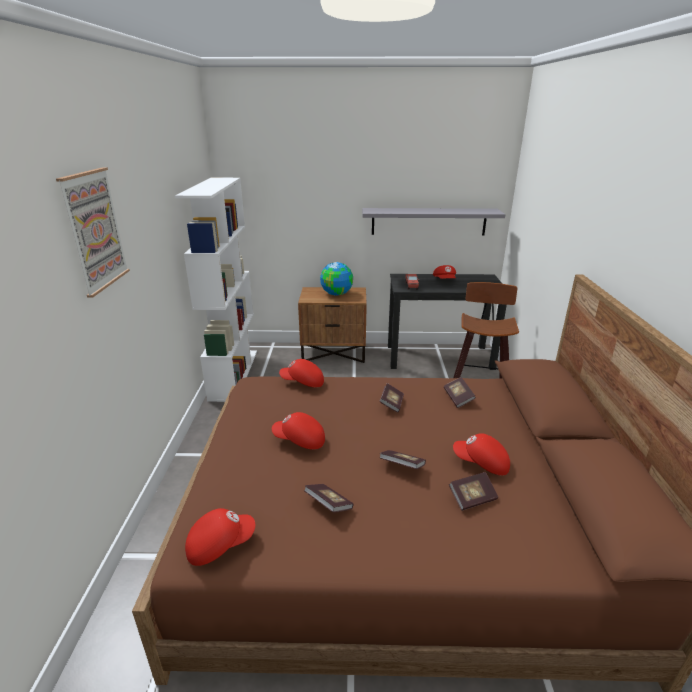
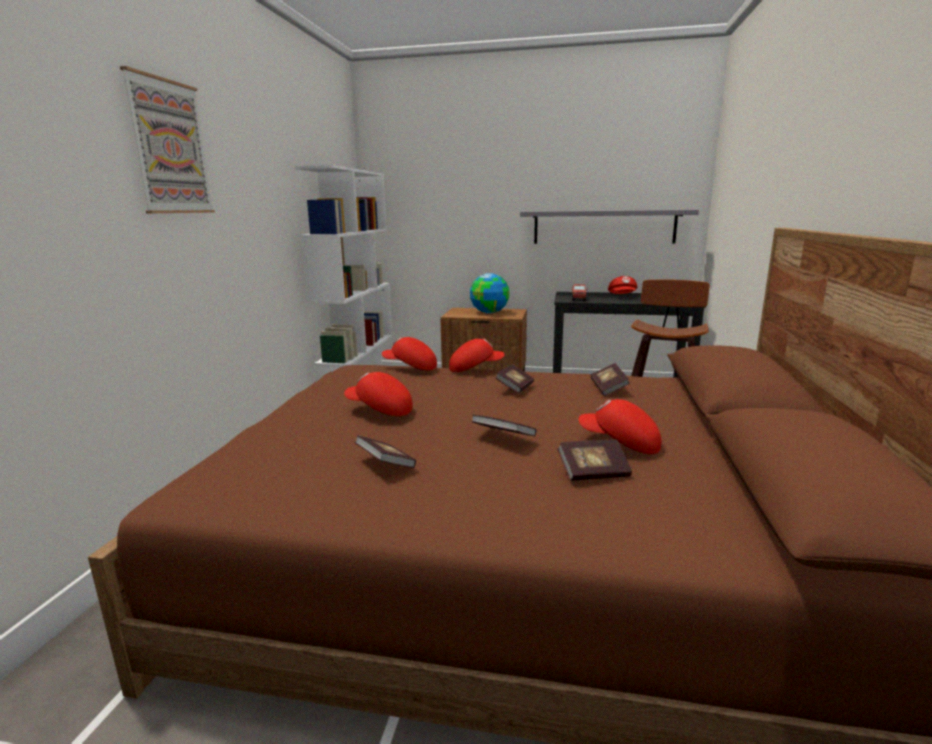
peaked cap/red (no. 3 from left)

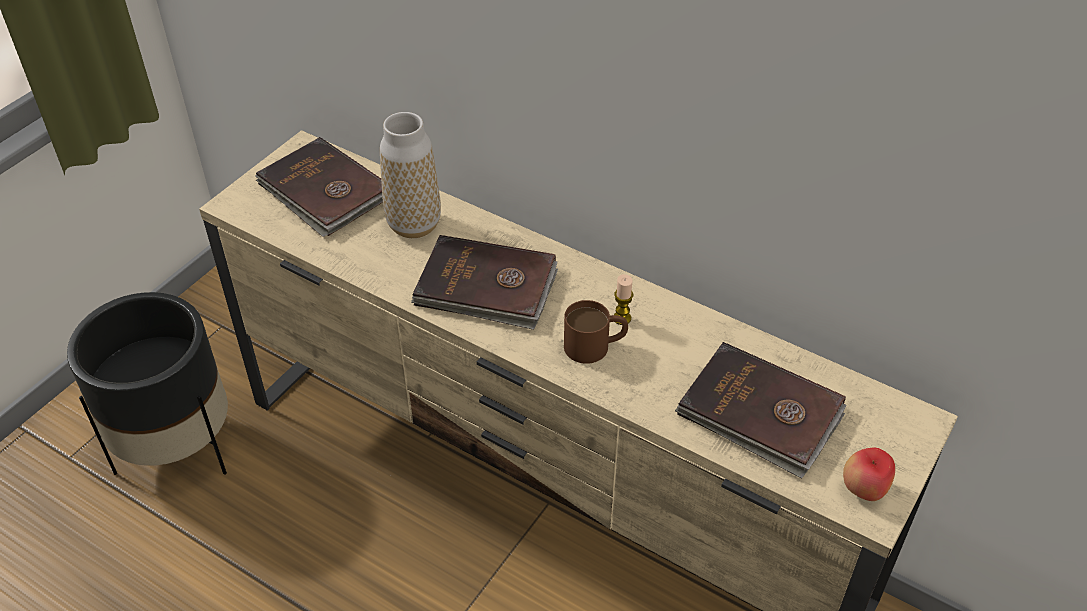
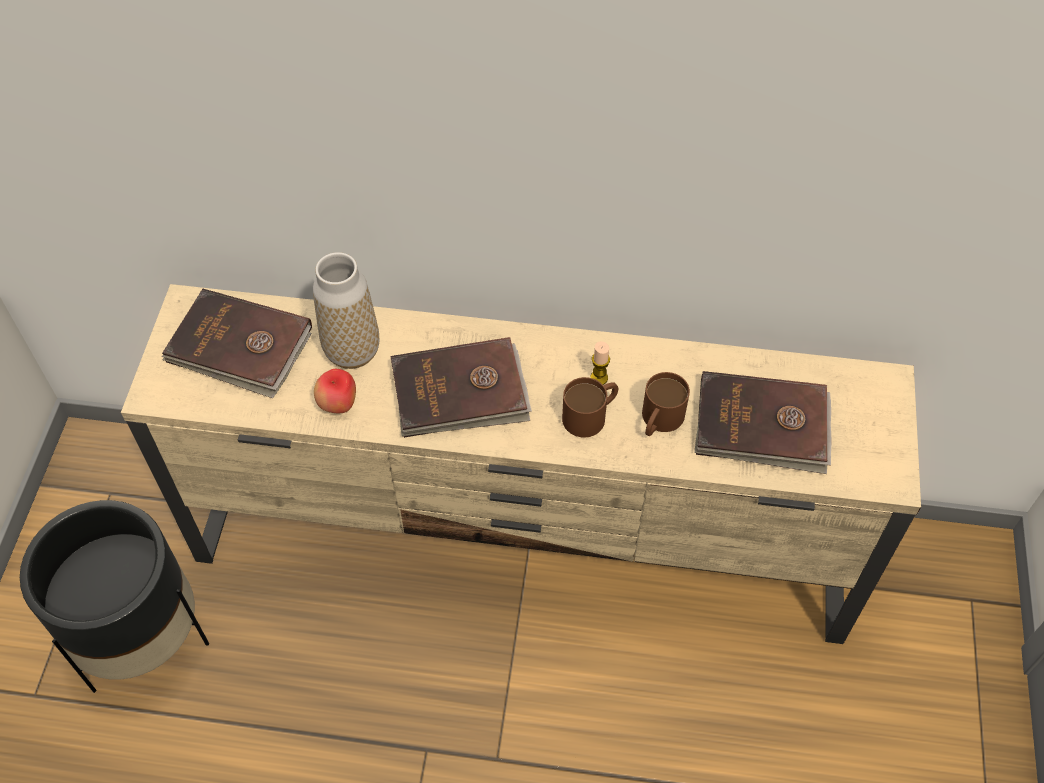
apple fruit
tea mug/brownish (no. 2 from left)

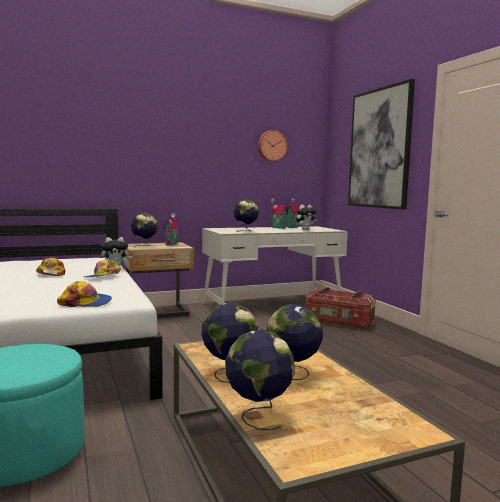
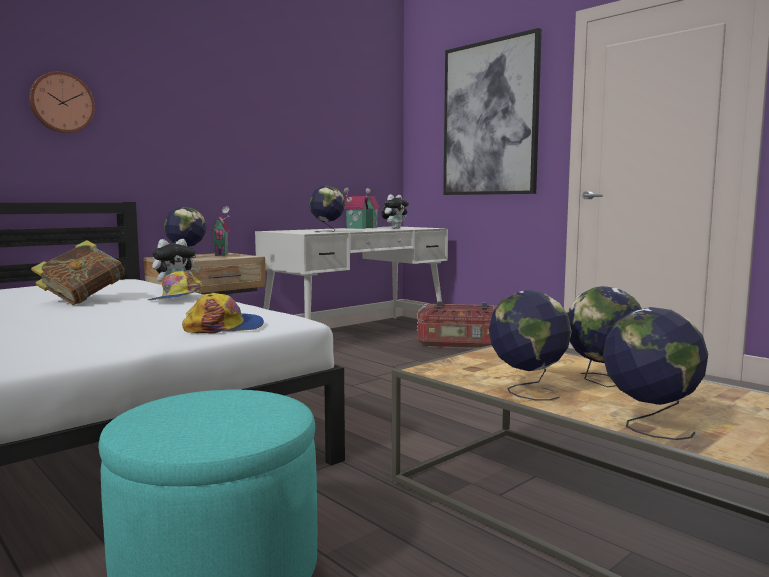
hanging clock
book

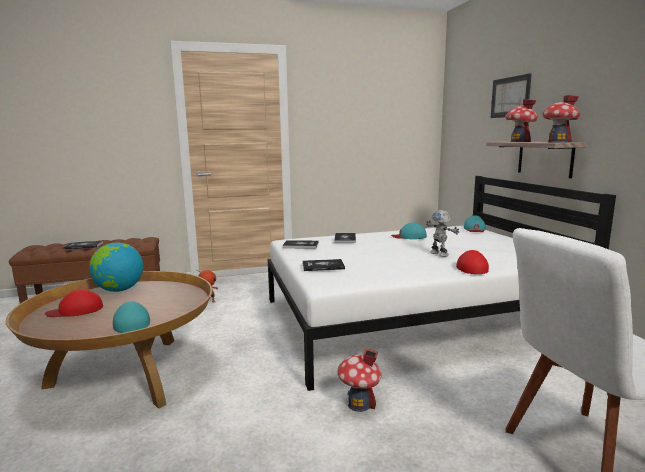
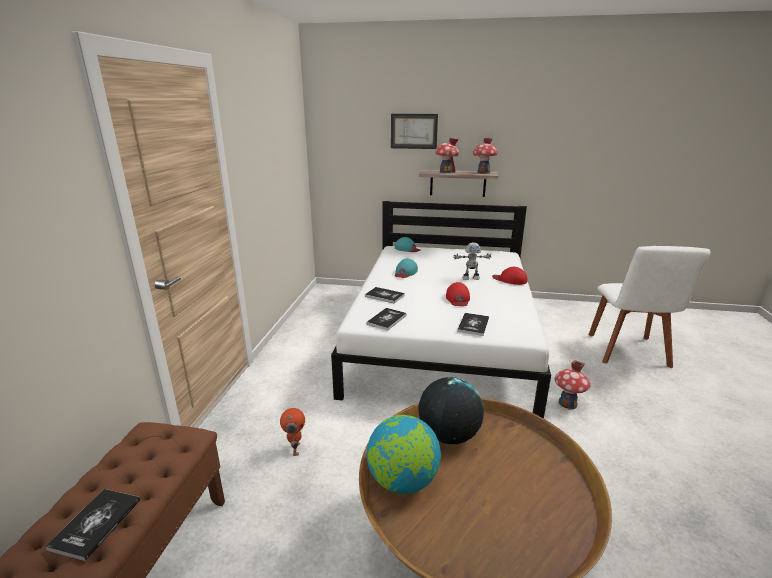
peaked cap/red (no. 1 from left)
peaked cap/turquoise (no. 1 from left in the first image)
globe (no. 2 from left)

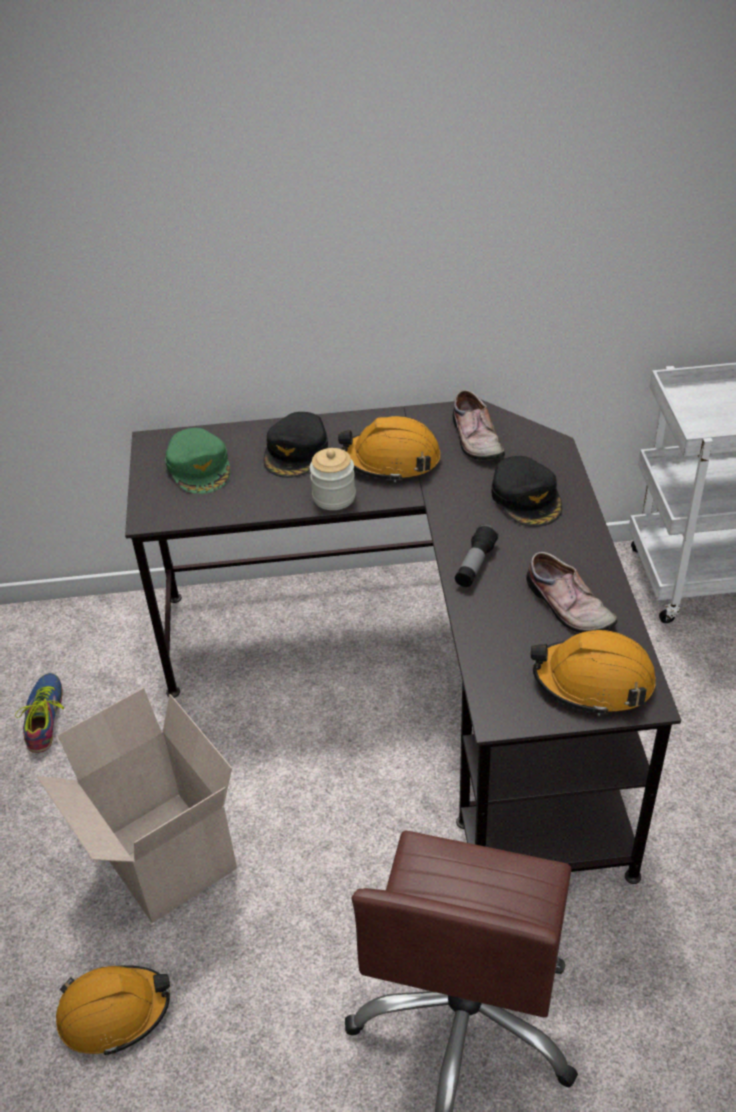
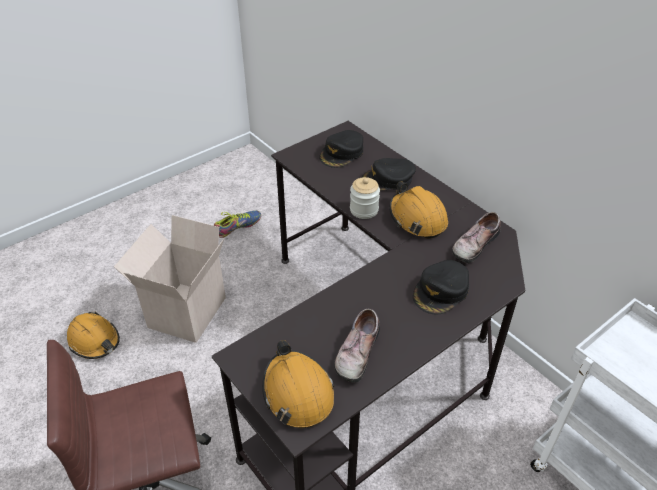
peaked cap/black (no. 1 from left)
flashlight

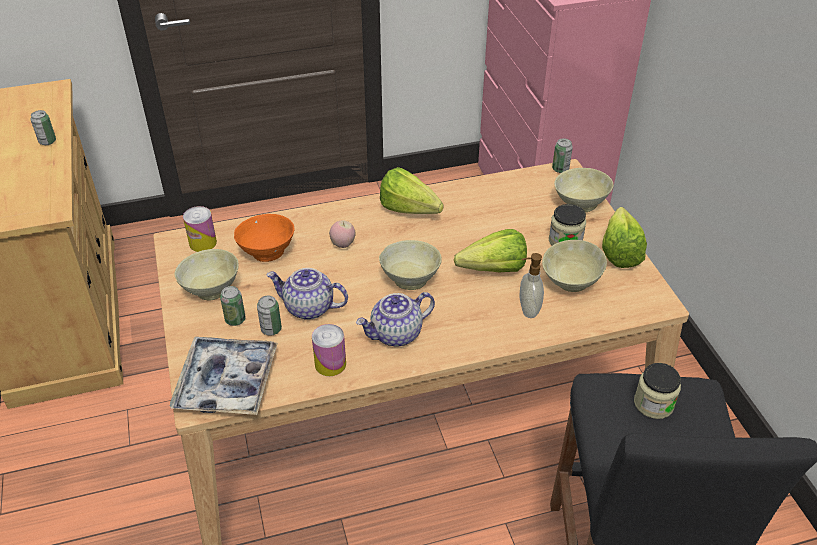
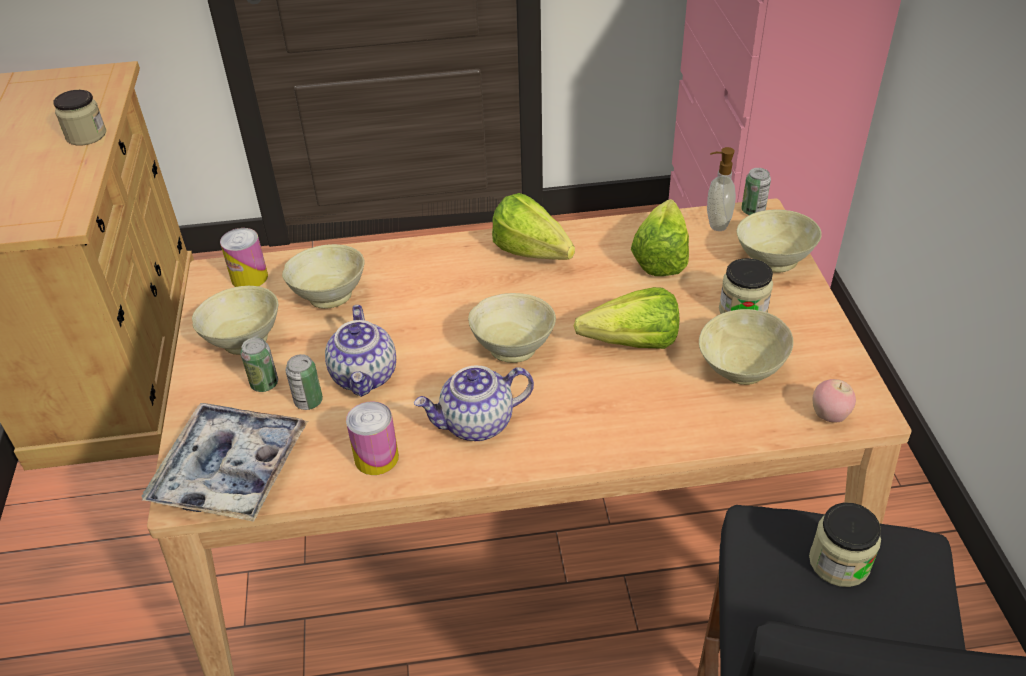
jar (no. 1 from left)
head of lettuce (no. 3 from left)
serving bowl/sand-coloured (no. 2 from left)
apple fruit
soap bottle
teapot (no. 1 from left)

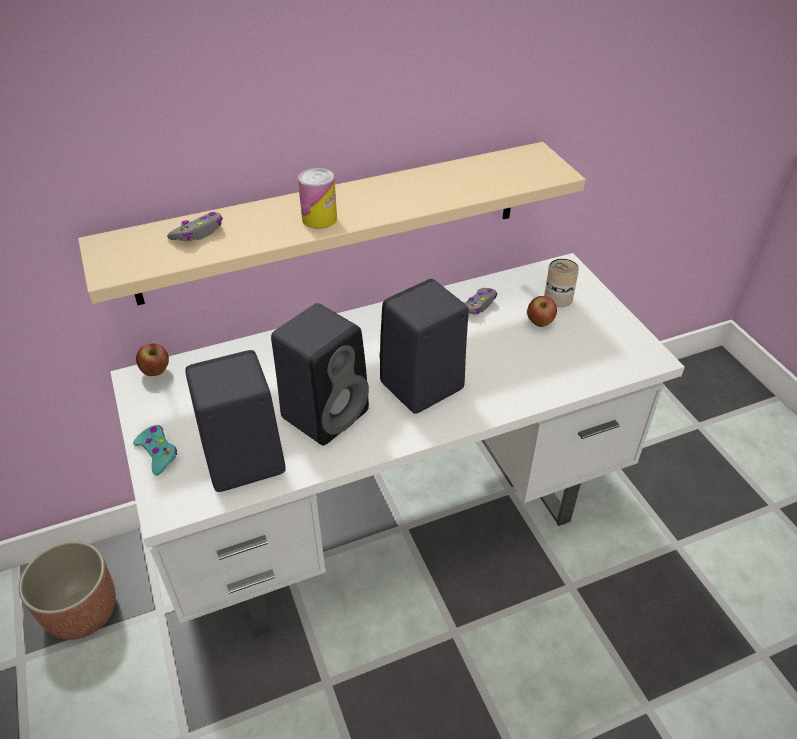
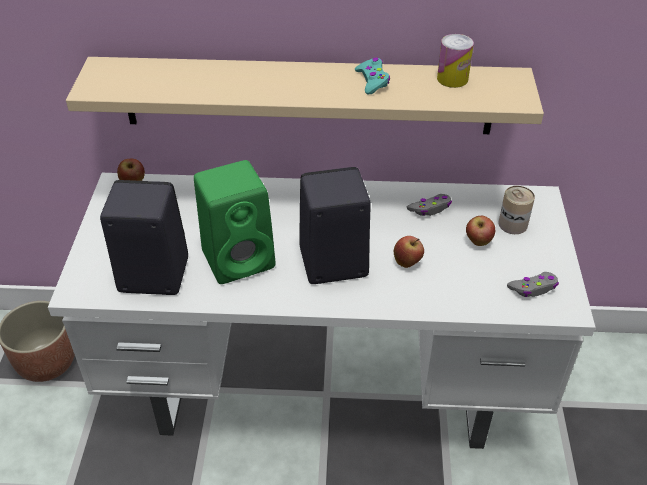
metal can (no. 1 from left)
game controller/grey (no. 2 from left)
audio speaker/greenish
game controller/turquoise
apple fruit (no. 2 from left)

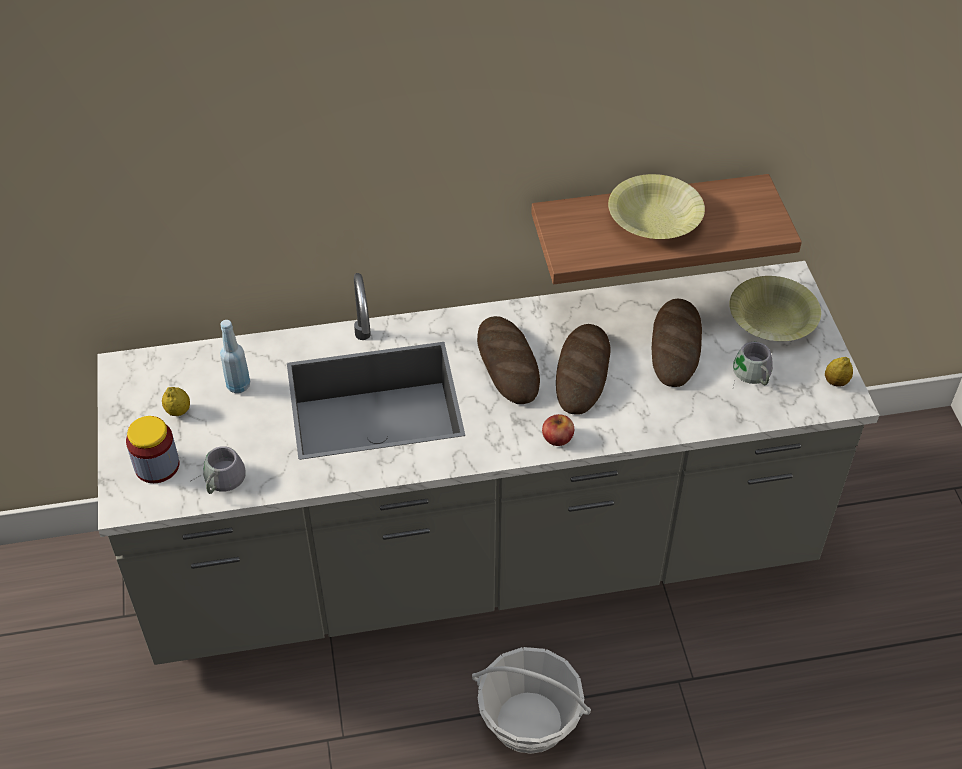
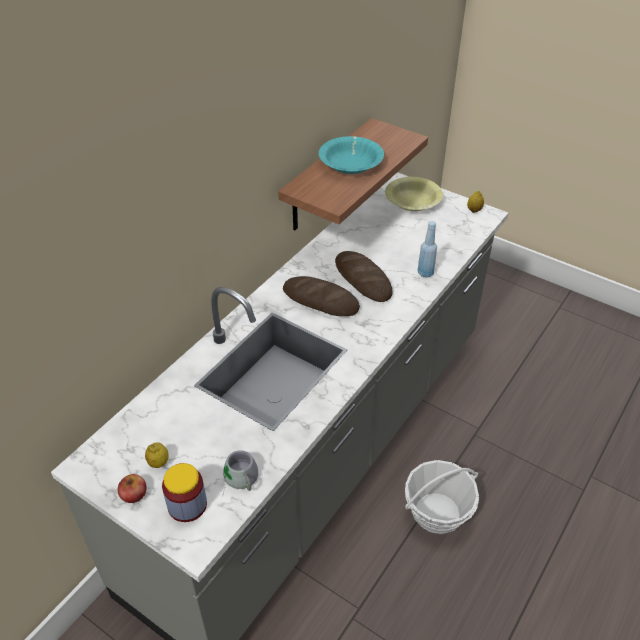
serving bowl/turquoise
baked bread (no. 3 from left in the first image)
bottle/blue
tea mug/grey (no. 2 from left in the first image)
apple fruit

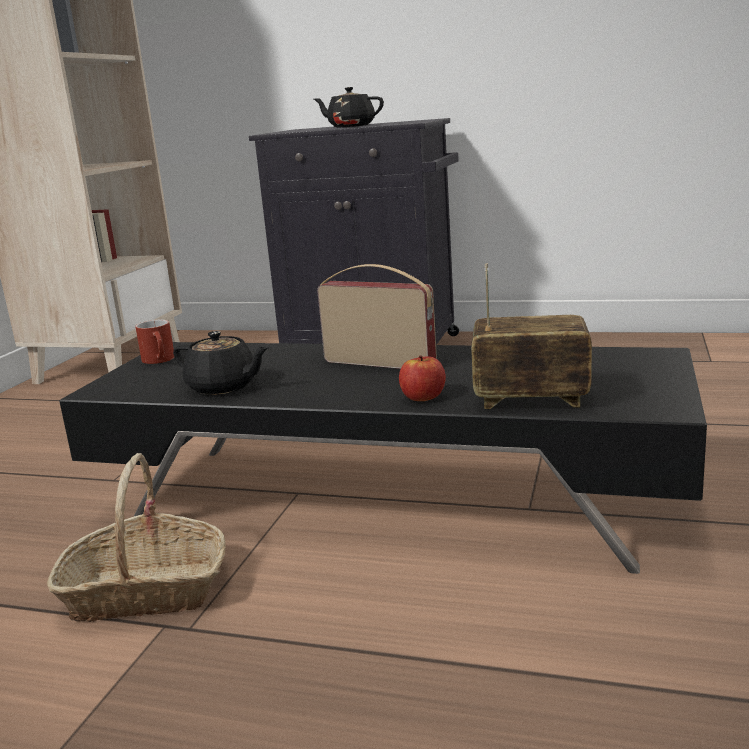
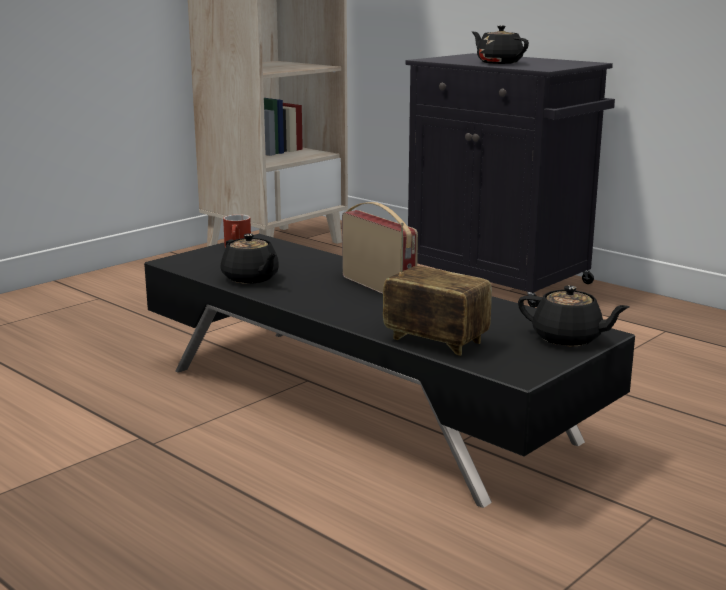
apple fruit
storage basket
teapot/black (no. 3 from left)

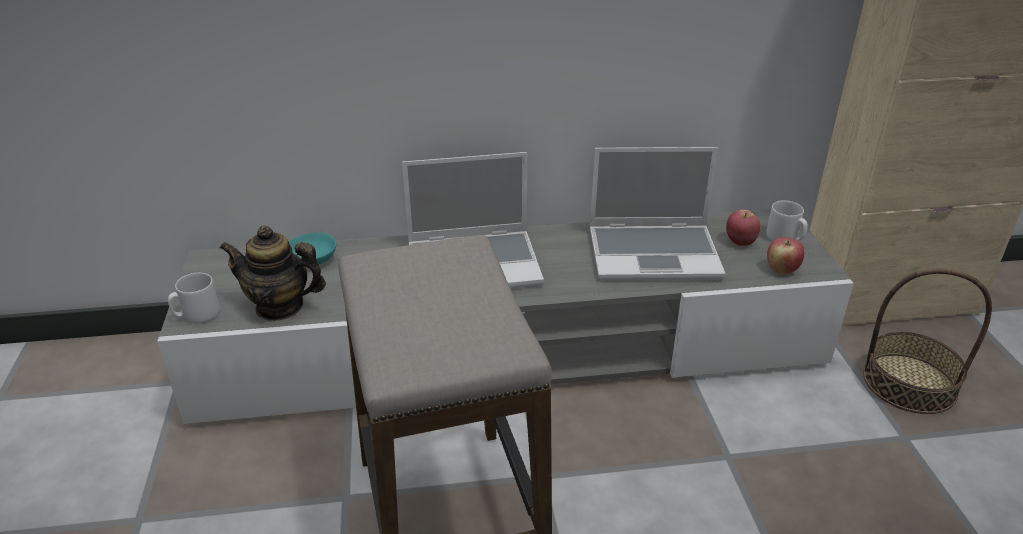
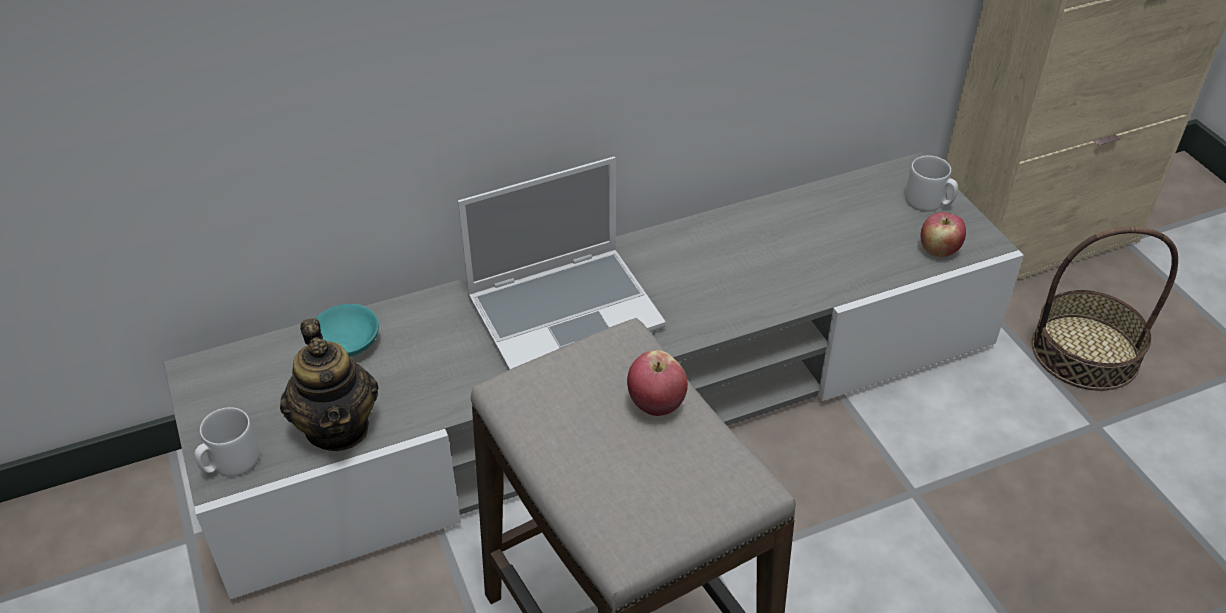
portable computer (no. 2 from left in the first image)
apple fruit (no. 1 from left)
teapot

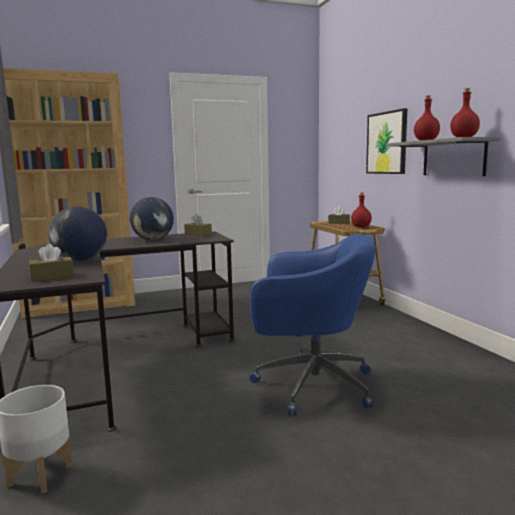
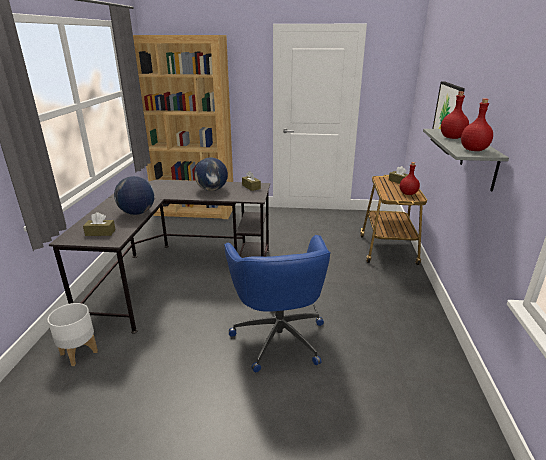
computer chair/blue

